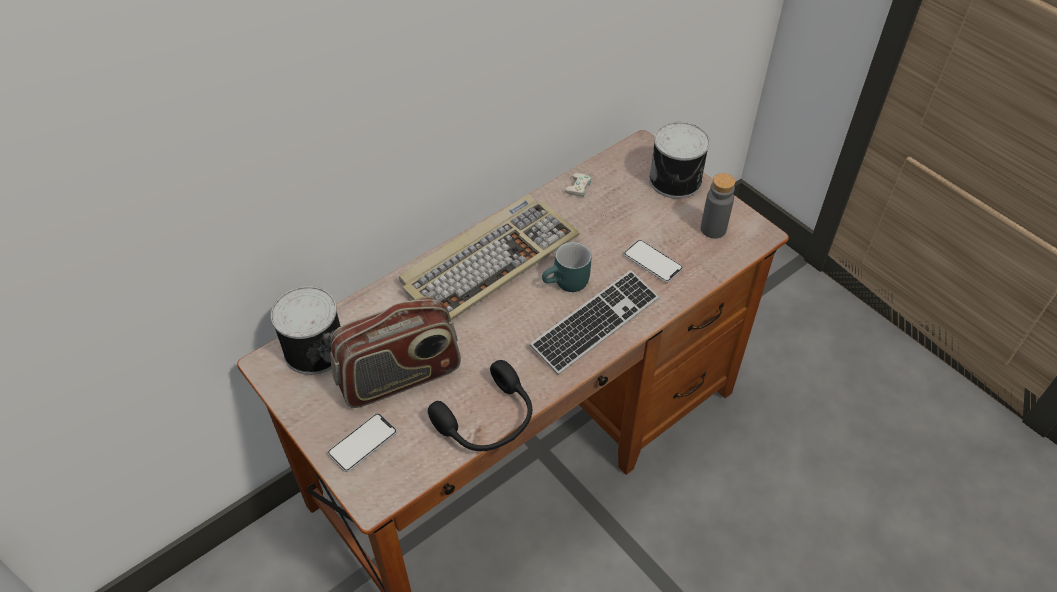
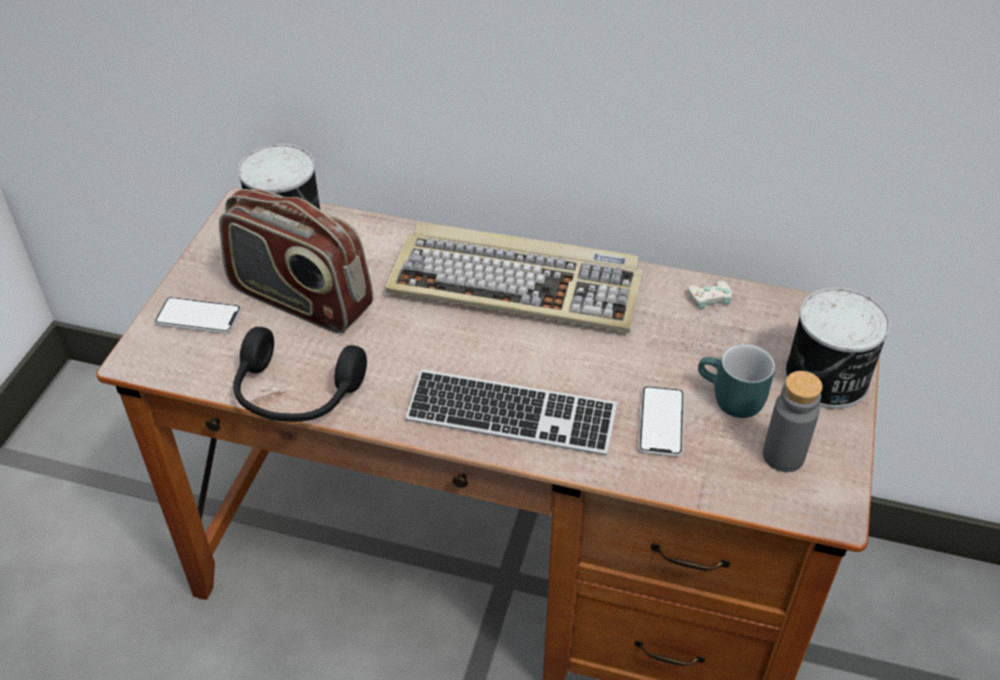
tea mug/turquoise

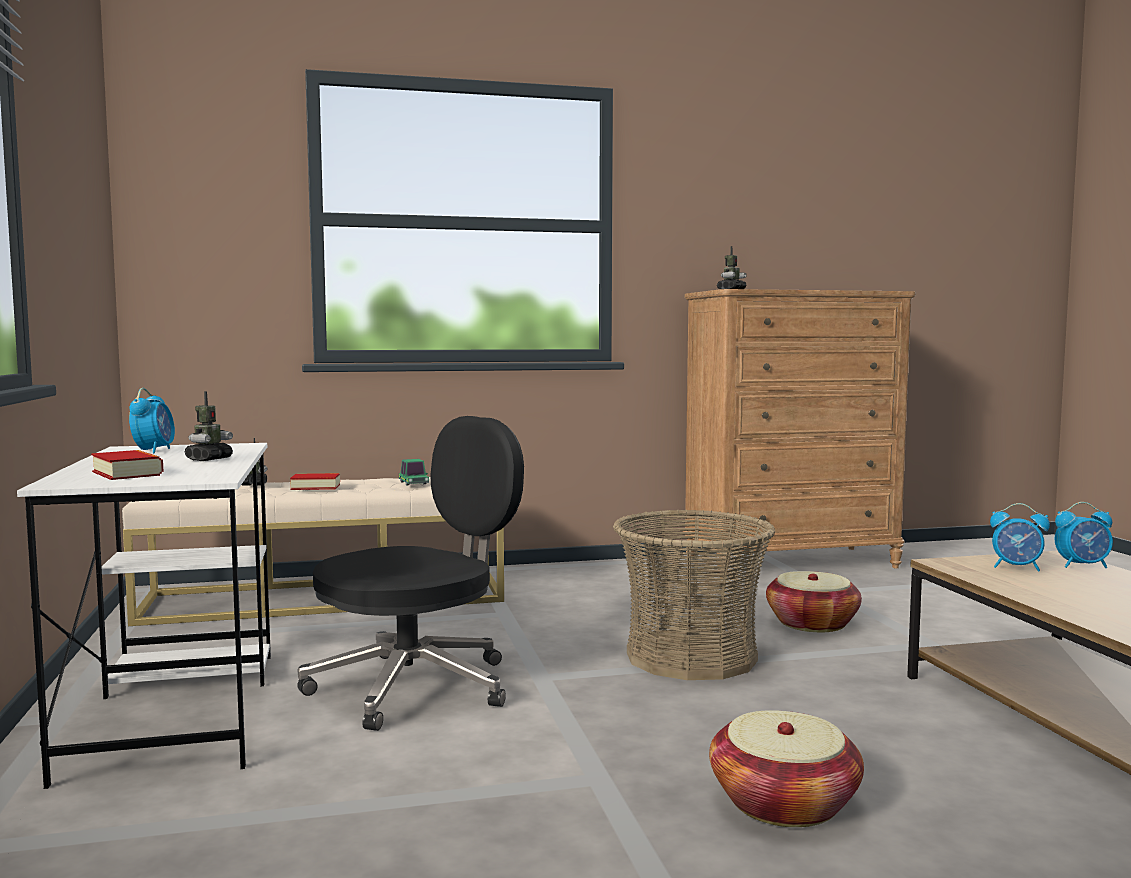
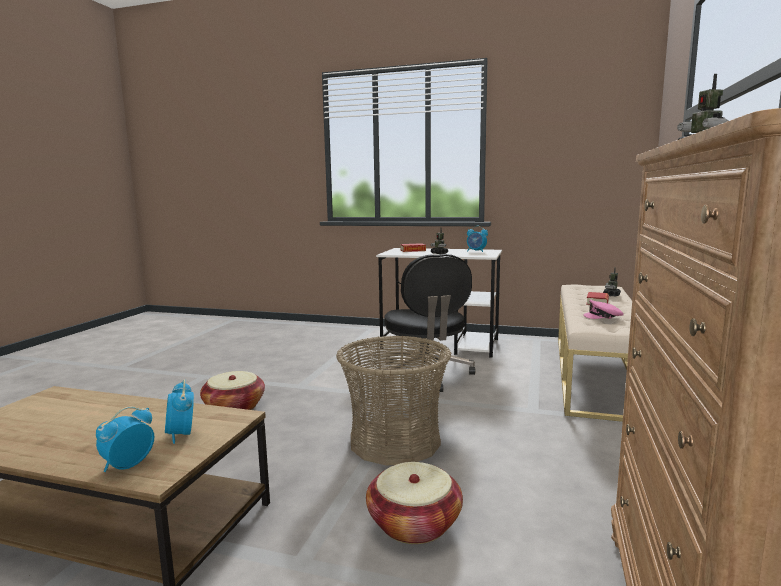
peaked cap/pink
table clock (no. 2 from left)

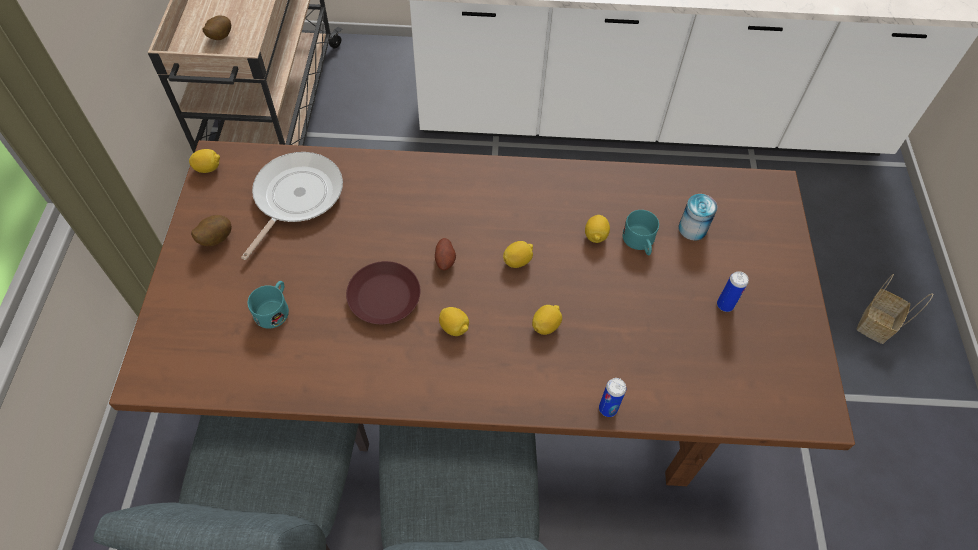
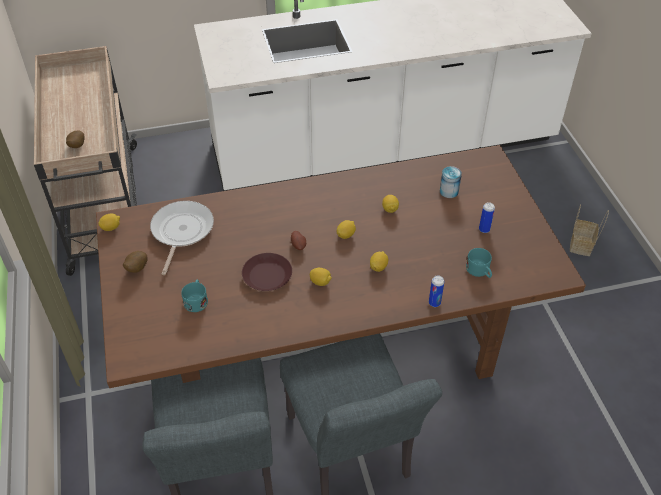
tea mug/turquoise (no. 2 from left)

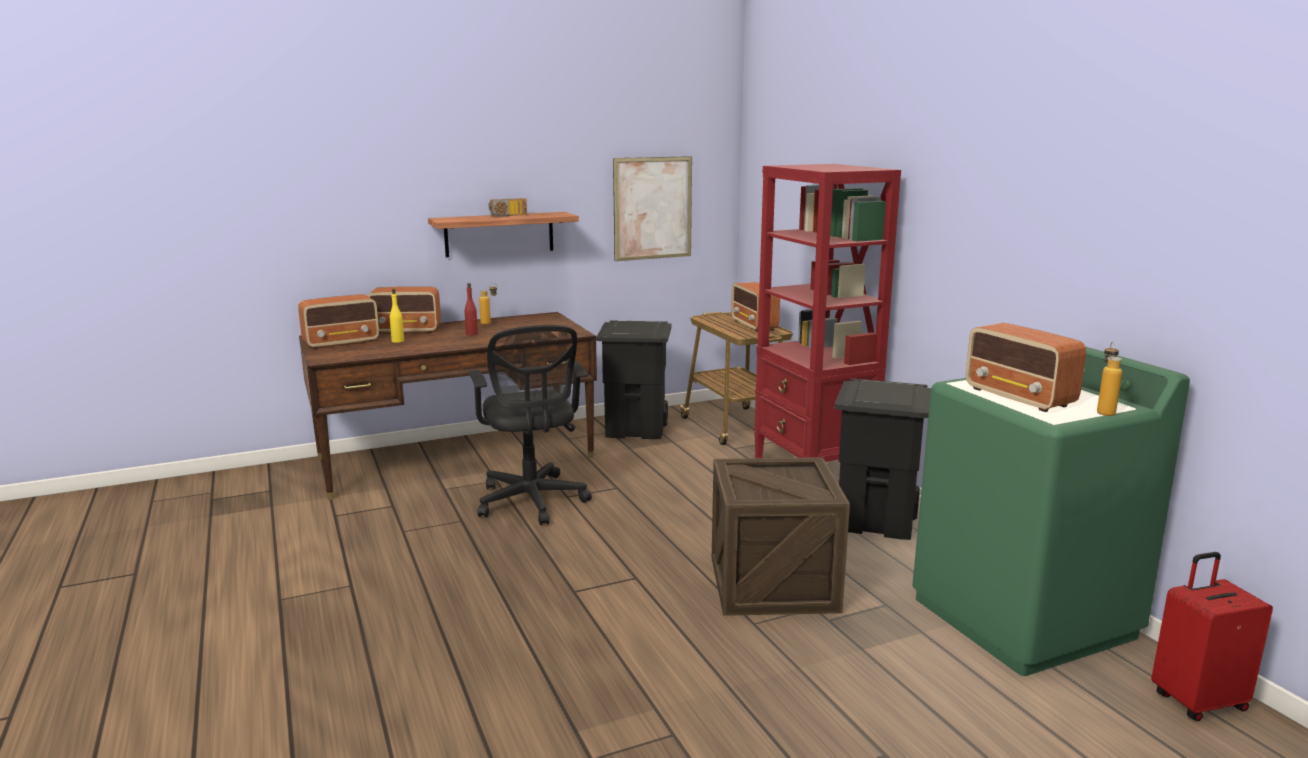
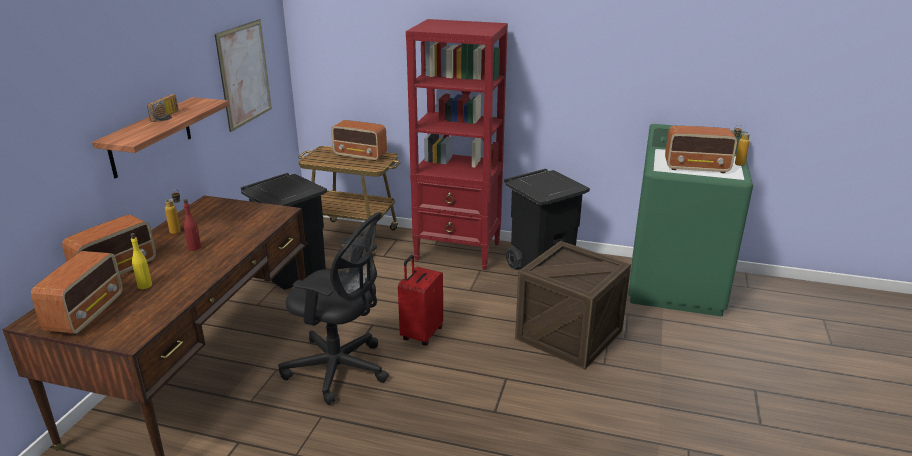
travel case/red

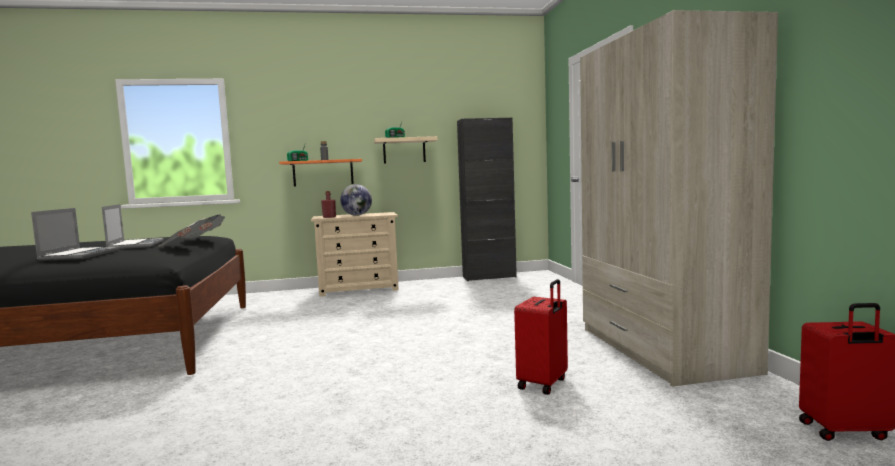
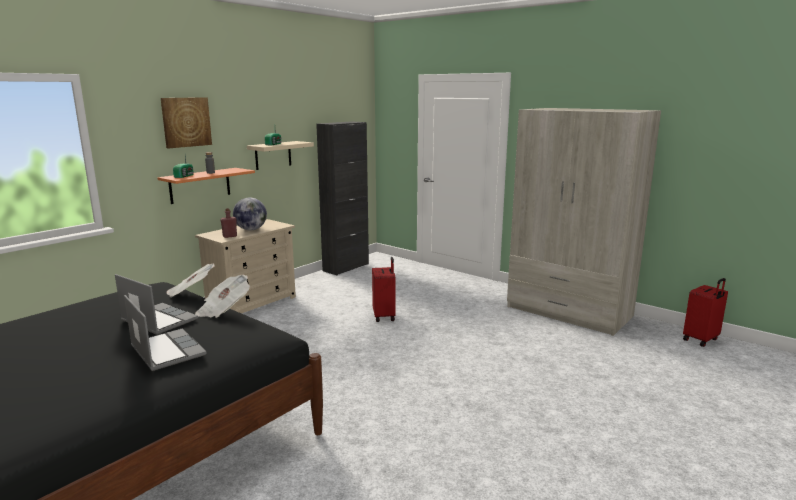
travel case/red (no. 1 from left)
wall picture

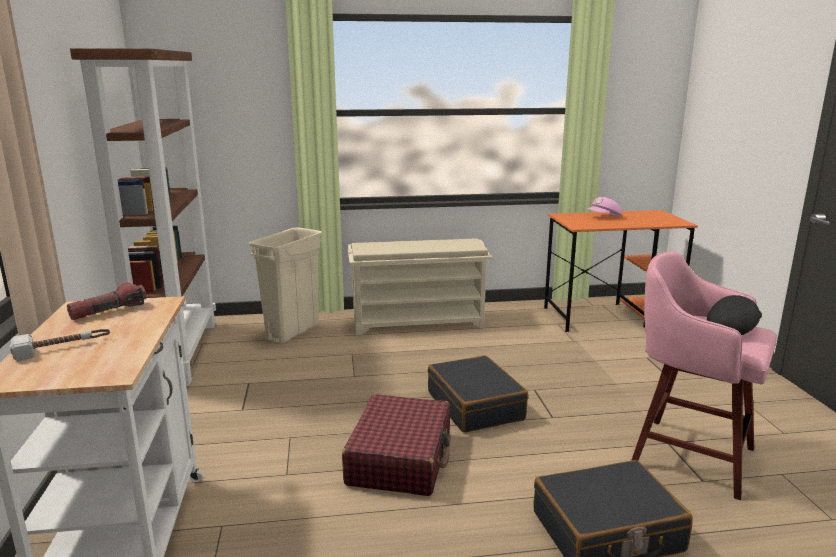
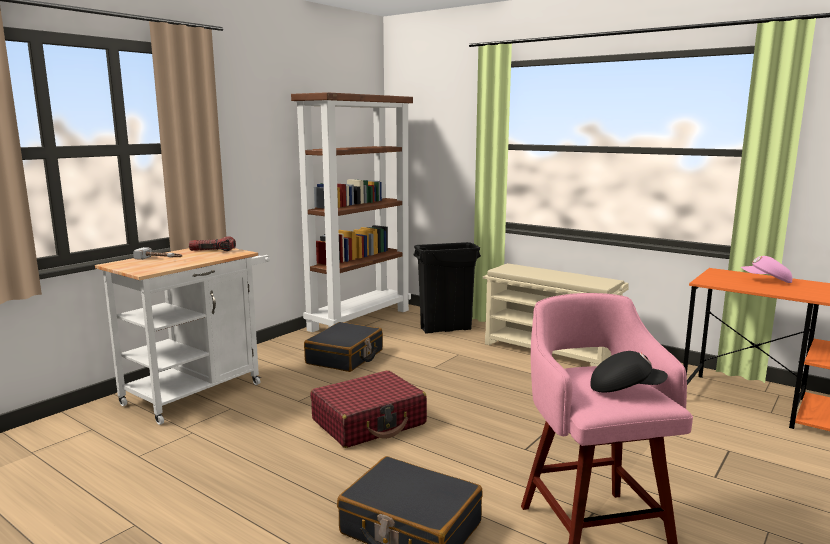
trash can/black
travel case/black (no. 1 from left)

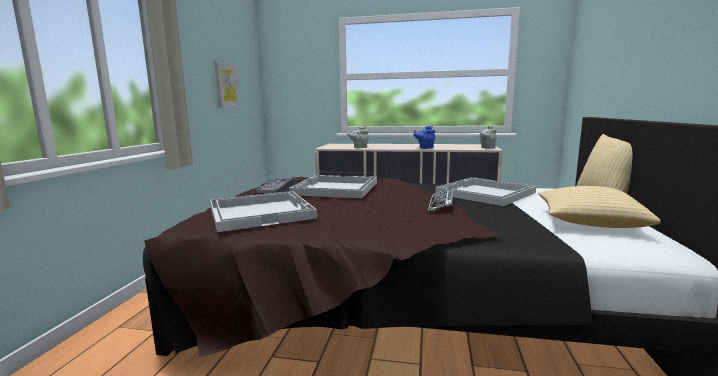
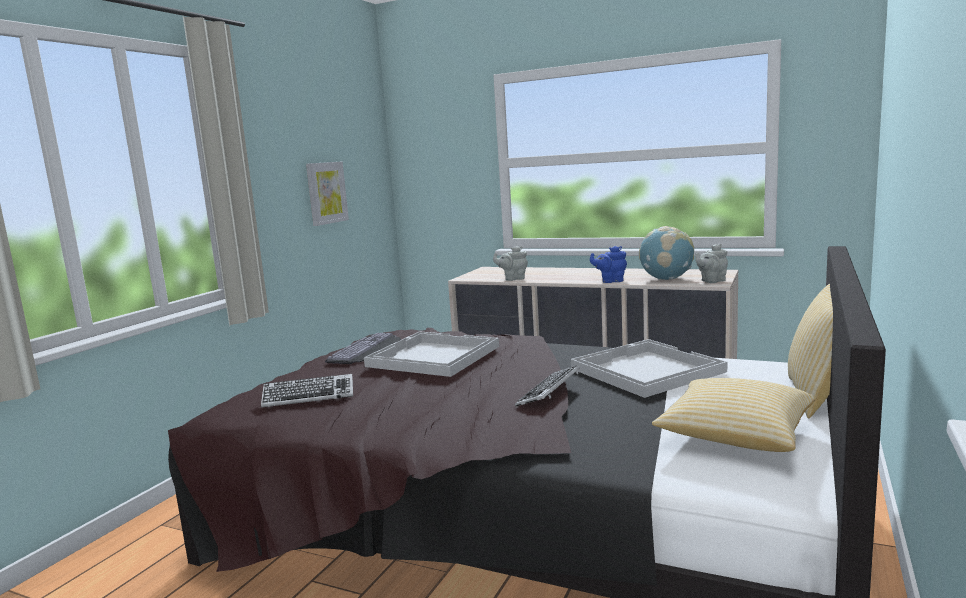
PC keyboard (no. 1 from left)
globe

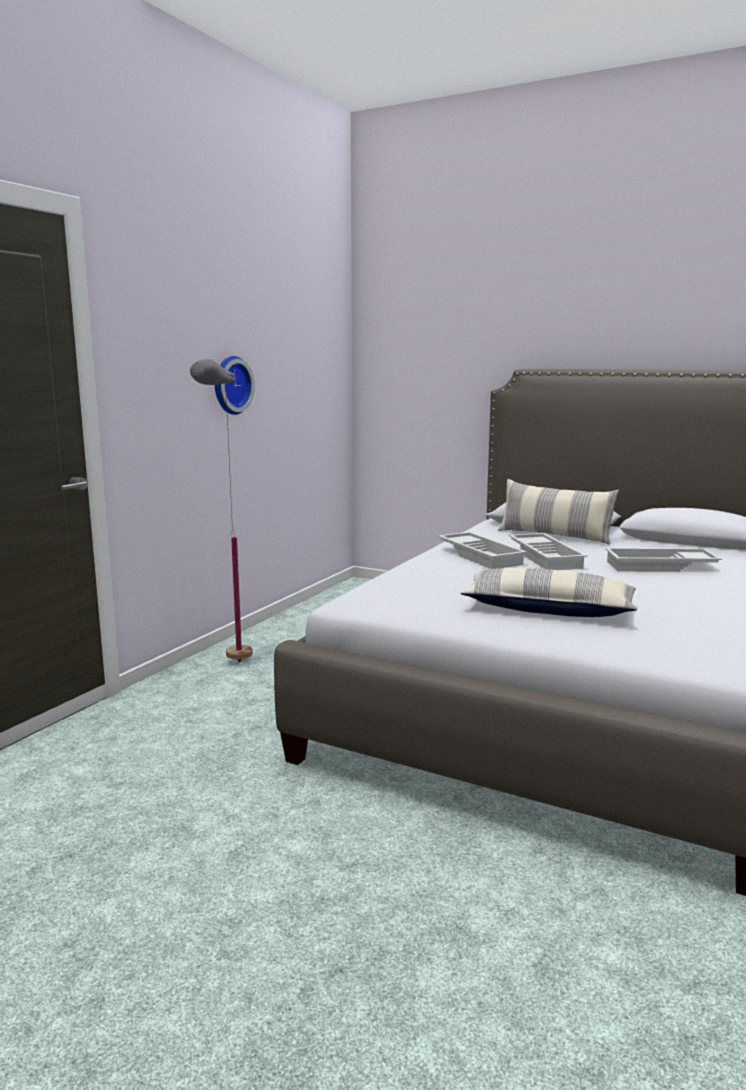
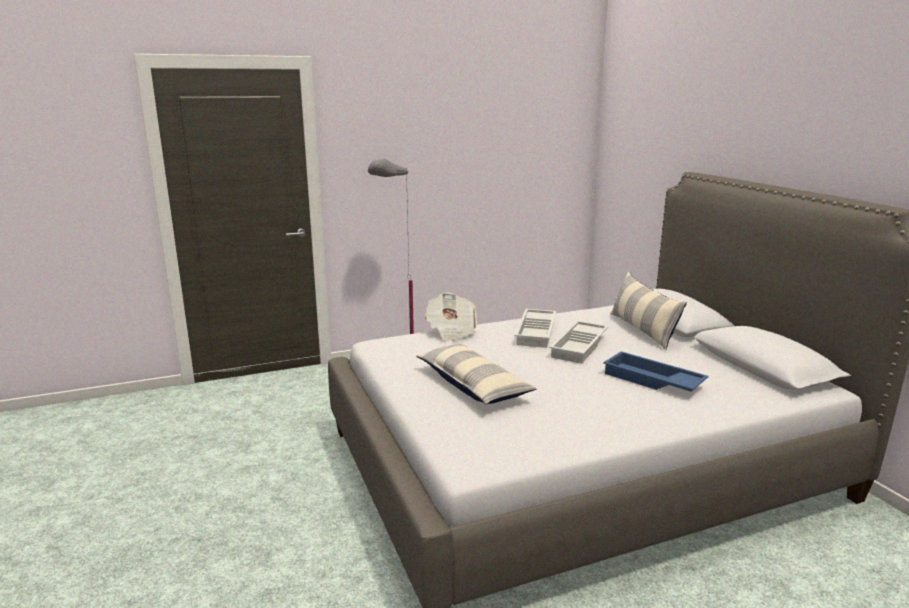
hanging clock
serving tray/blue
newspaper

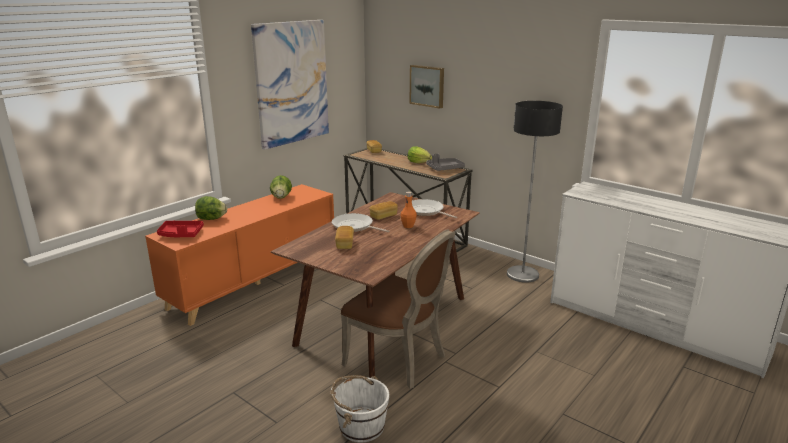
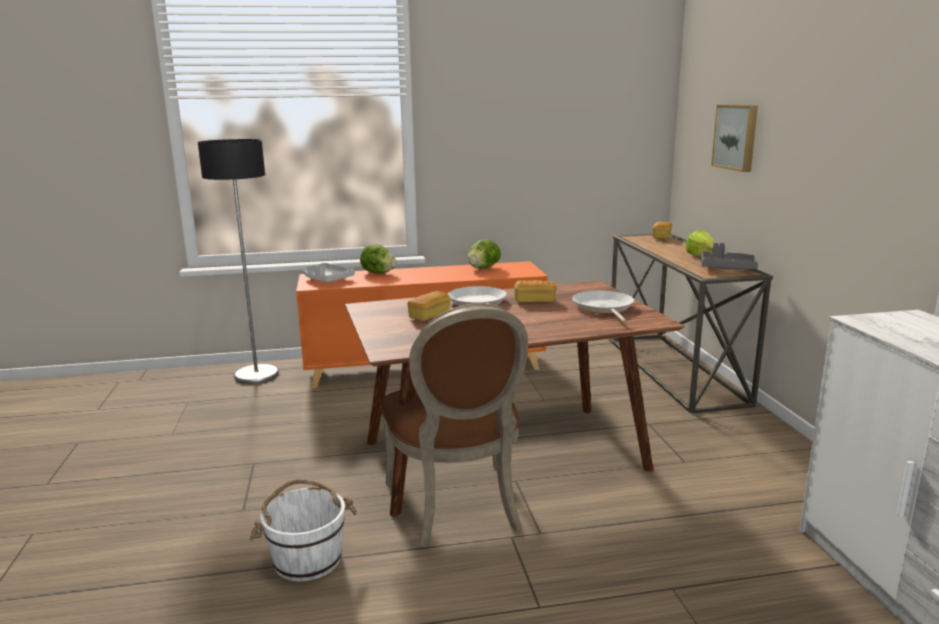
wall picture (no. 1 from left in the first image)
standard lamp
bottle/orangey
serving tray/grey (no. 1 from left)

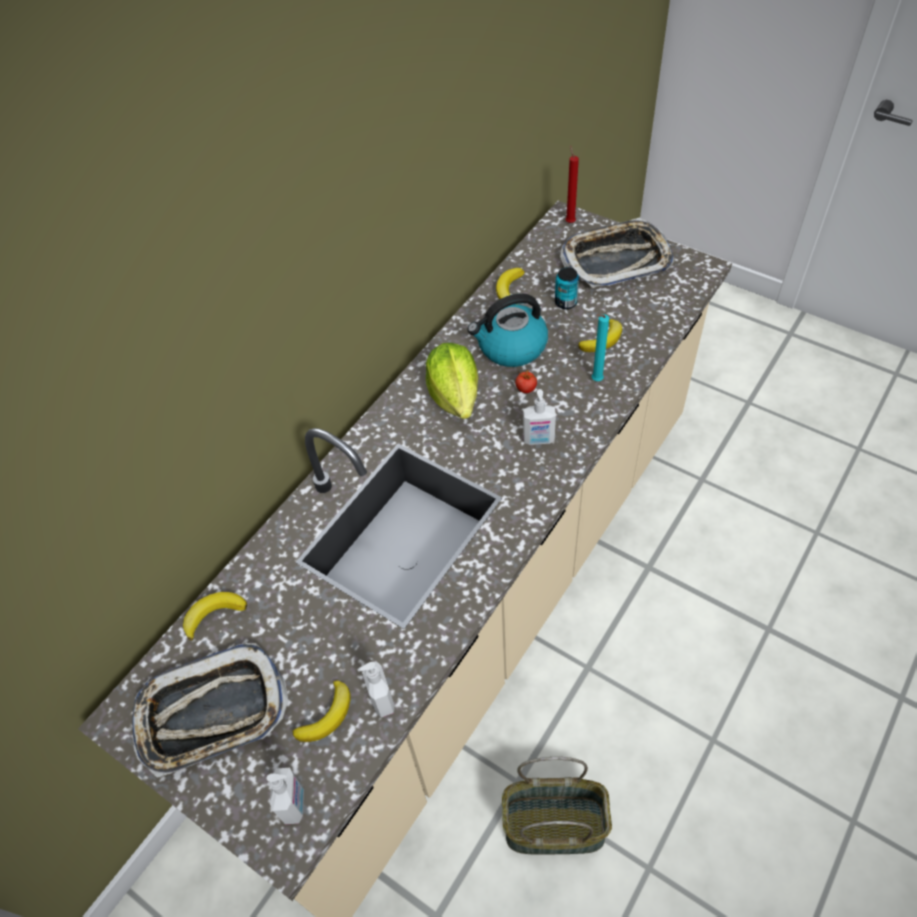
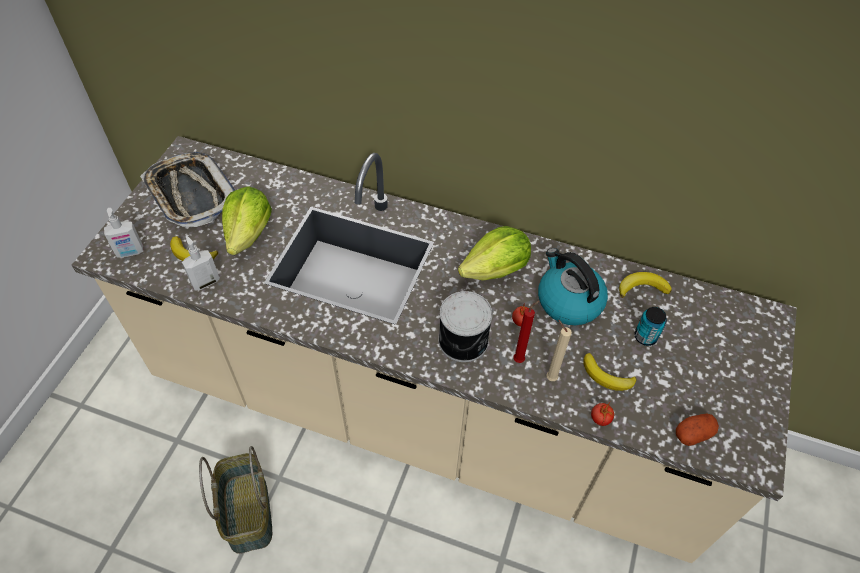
wax candle/red
serving tray (no. 2 from left in the first image)
wax candle/sand-coloured
metal can (no. 1 from left)
banana fruit (no. 1 from left in the first image)
head of lettuce (no. 1 from left)
tomato (no. 2 from left)
spud

